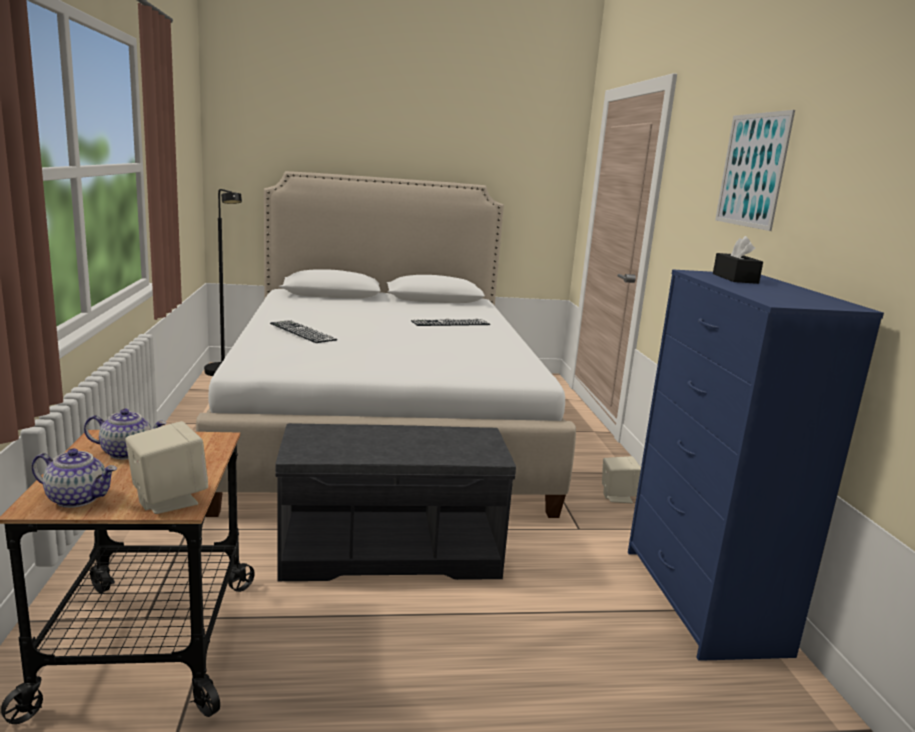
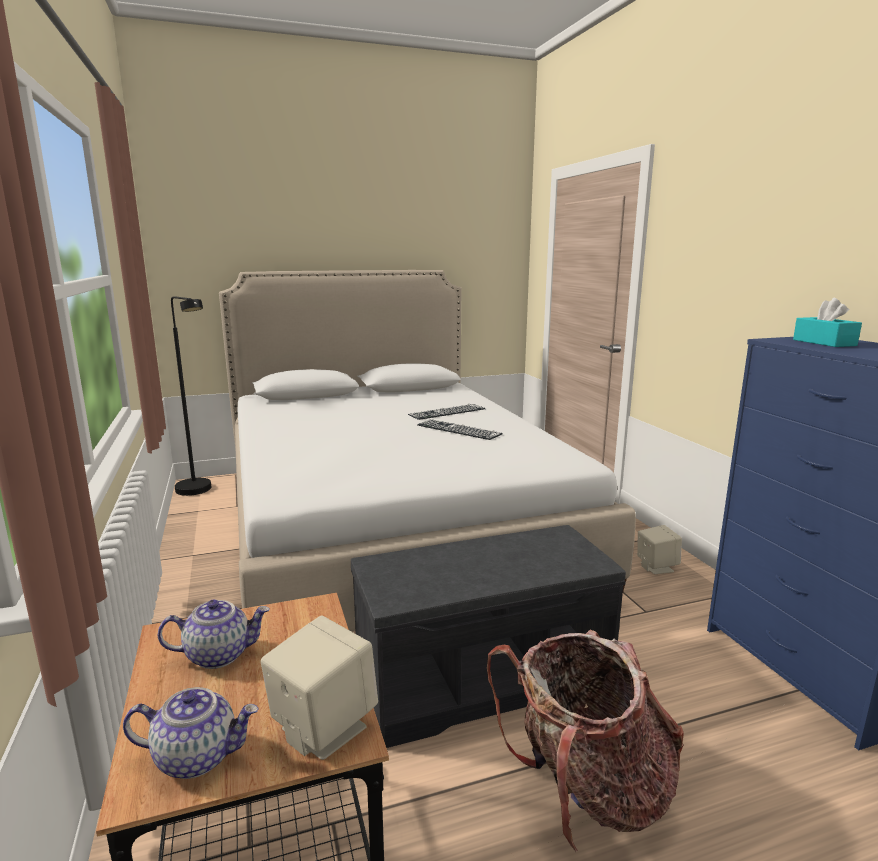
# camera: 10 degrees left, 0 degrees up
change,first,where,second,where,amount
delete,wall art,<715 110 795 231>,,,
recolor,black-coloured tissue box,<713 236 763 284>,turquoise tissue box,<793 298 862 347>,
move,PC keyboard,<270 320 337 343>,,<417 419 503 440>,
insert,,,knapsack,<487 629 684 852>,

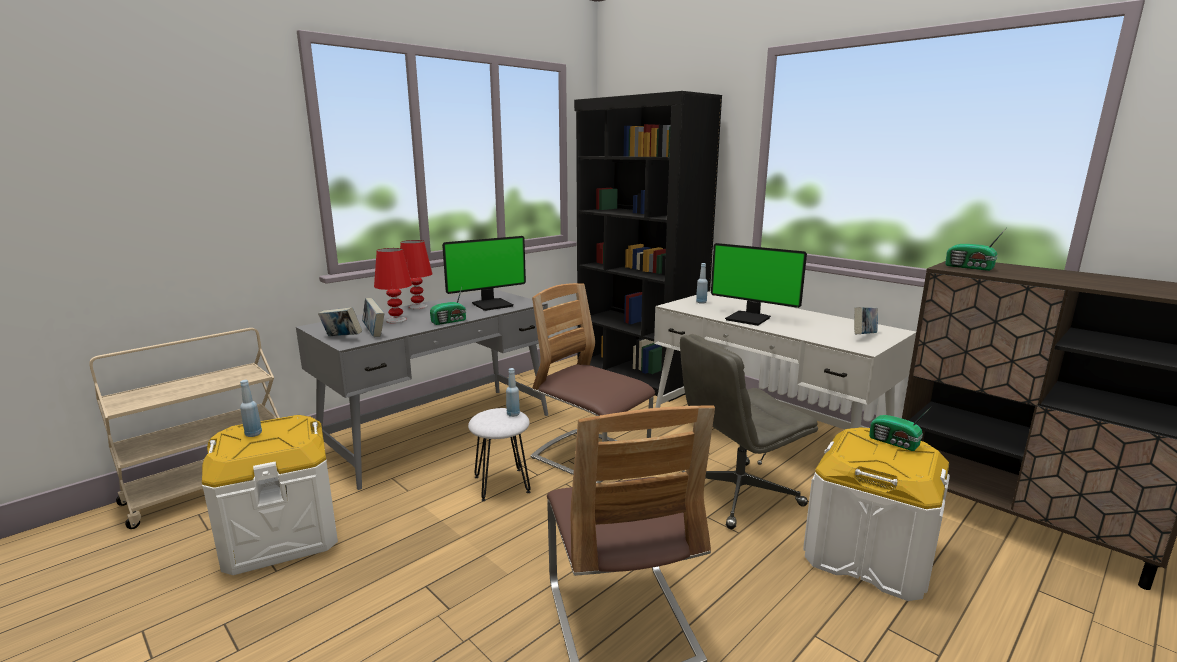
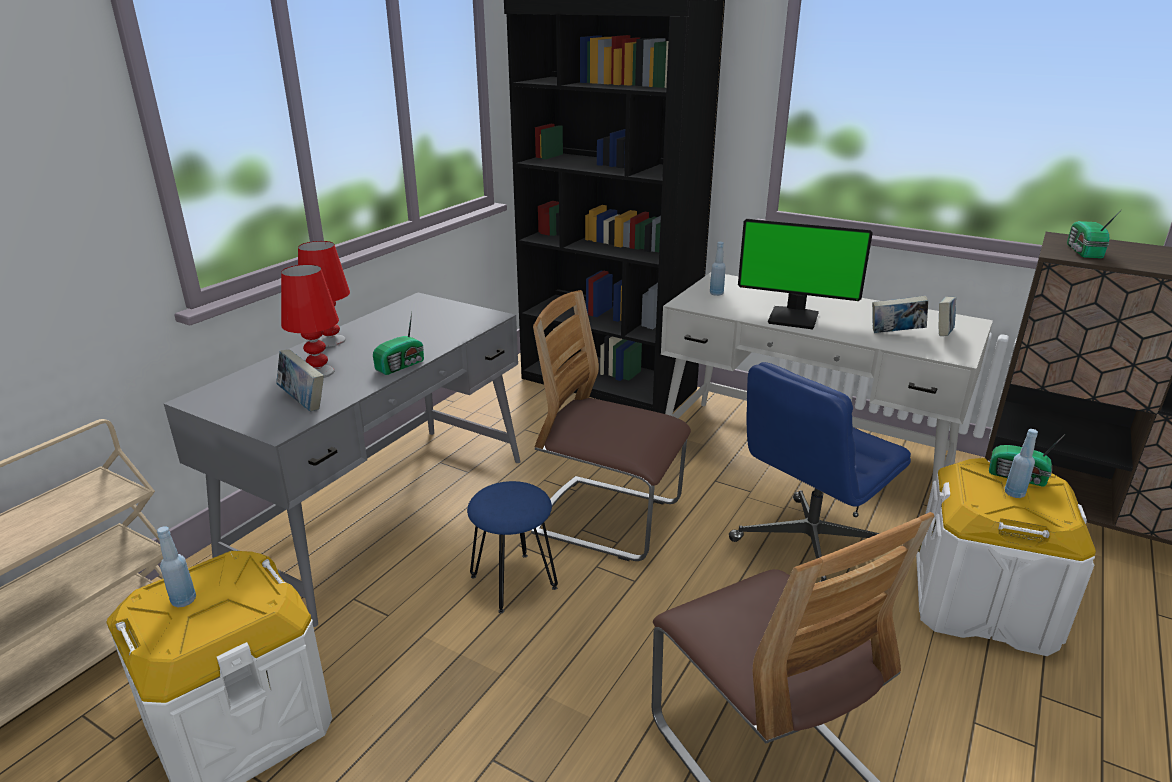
# camera: 15 degrees left, 10 degrees up
change,first,where,second,where,amount
rotate,radio,<945 230 1005 271>,,<1067 210 1121 259>,75 degrees clockwise
delete,computer screen,<442 236 526 311>,,,
move,book,<318 307 362 336>,,<872 296 928 333>,
recolor,greyish desk chair,<680 334 818 529>,bluish desk chair,<729 362 911 582>,
move,bluish bottle,<506 368 520 417>,,<1005 429 1038 498>,
recolor,white stool seat,<468 408 531 501>,bluish stool seat,<467 481 558 613>,

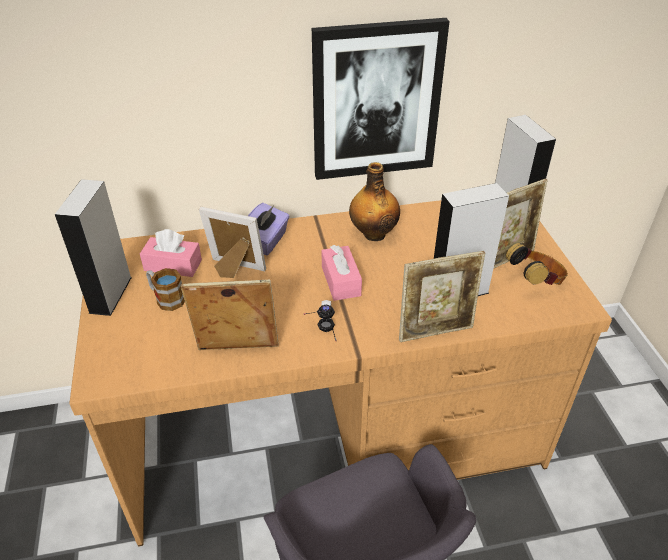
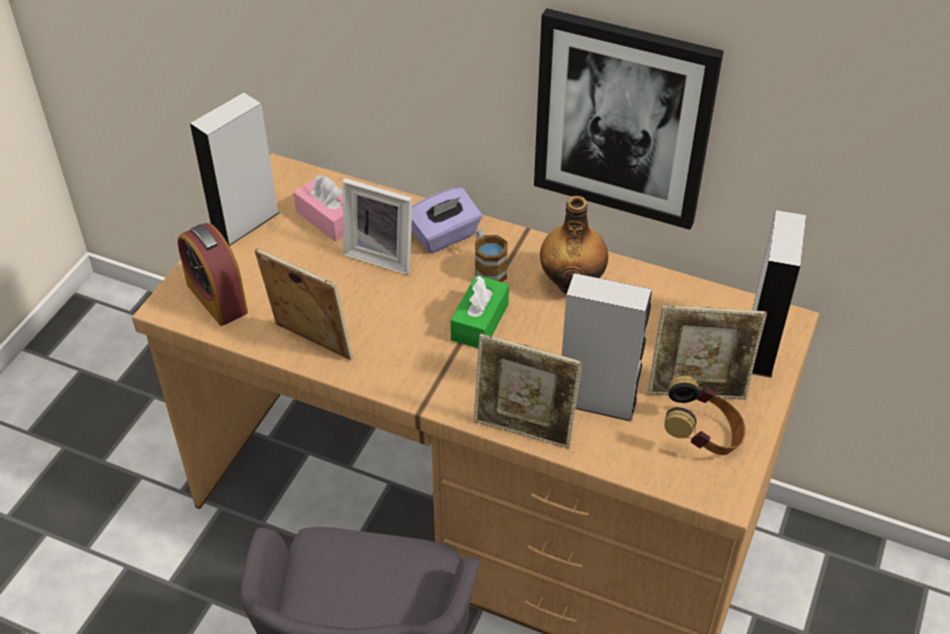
# camera: 35 degrees right, 5 degrees up
change,first,where,second,where,amount
rotate,standing frame,<199 207 266 278>,,<343 178 412 275>,150 degrees clockwise
recolor,pinkish tissue box,<322 245 362 301>,green-coloured tissue box,<450 275 509 348>,
move,tea mug,<146 268 185 311>,,<475 229 508 282>,
delete,pair of headphones,<304 300 336 341>,,,
insert,,,table clock,<178 223 248 326>,

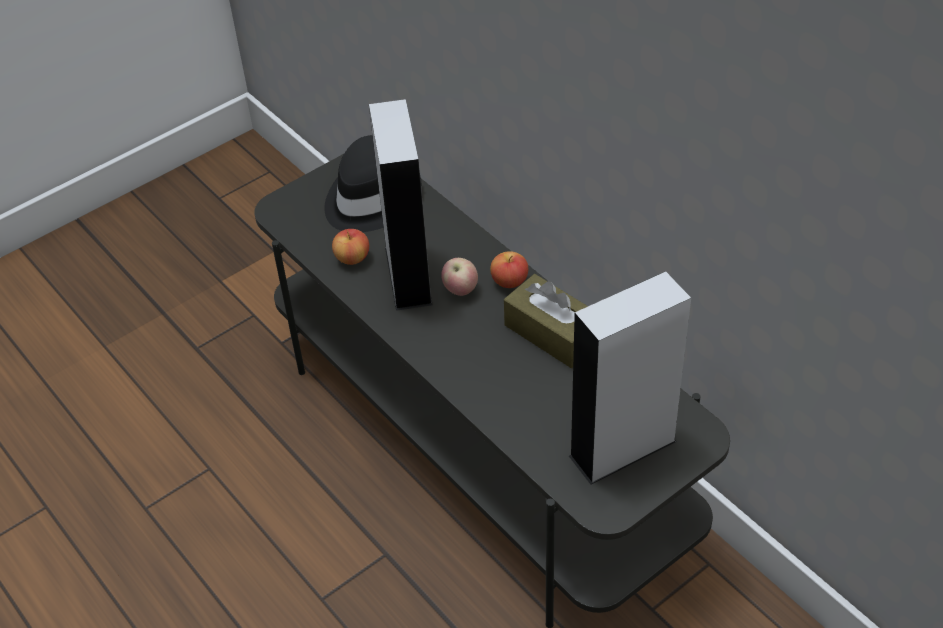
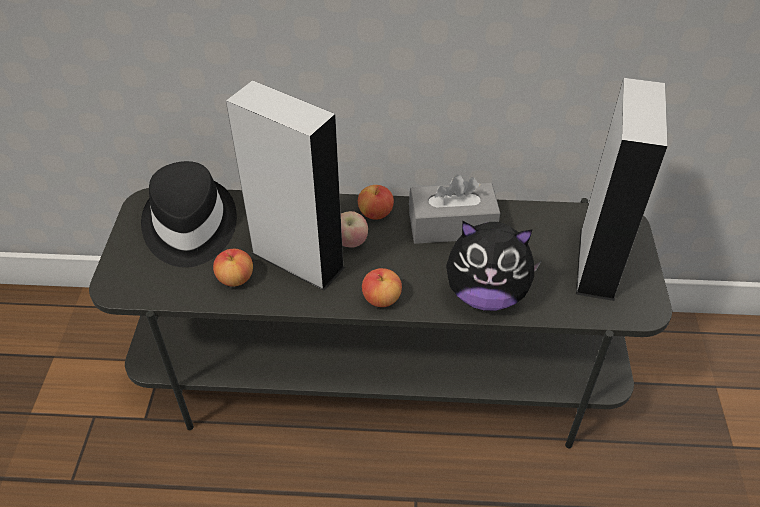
# camera: 50 degrees left, 0 degrees up
change,first,where,second,where,amount
recolor,brown tissue box,<504 274 588 368>,greyish tissue box,<409 175 500 244>,
insert,,,cuddly toy,<446 221 542 311>,
insert,,,apple fruit,<362 268 402 307>,

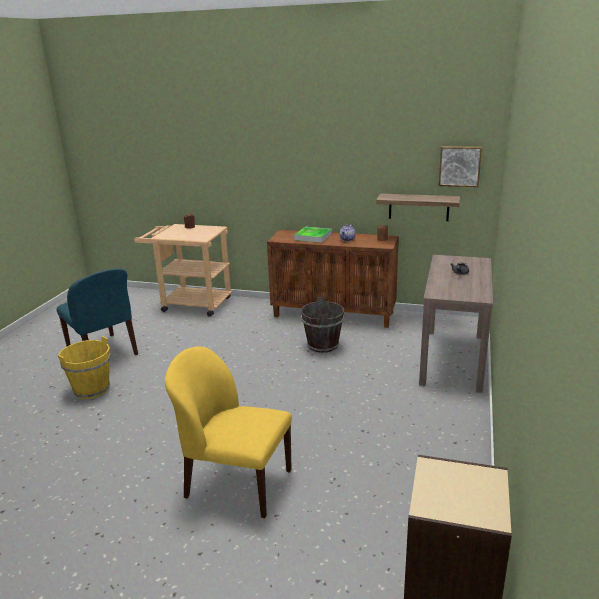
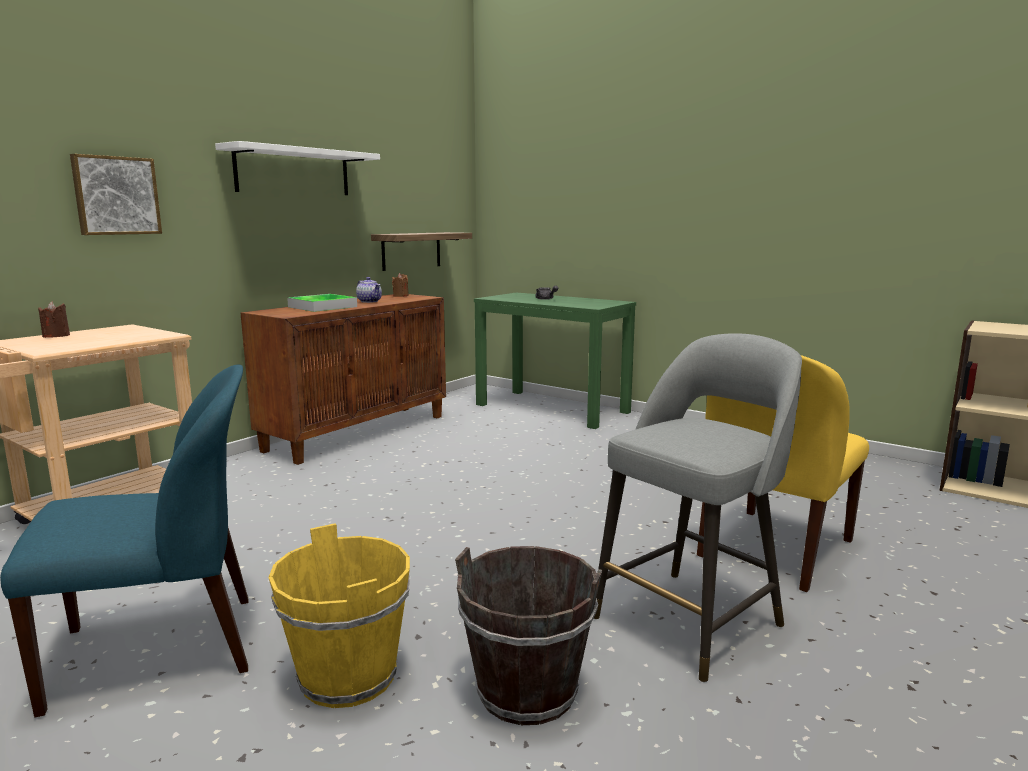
# camera: 70 degrees left, 10 degrees down
change,first,where,second,where,amount
move,wall art,<439 146 482 187>,,<70 154 162 235>,
recolor,brown console table,<419 255 493 393>,green-coloured console table,<474 292 636 429>,
move,brown bucket,<301 297 344 353>,,<455 546 602 725>,
insert,,,white bracket shelf,<215 141 380 195>,
insert,,,greyish stool seat,<594 333 802 682>,

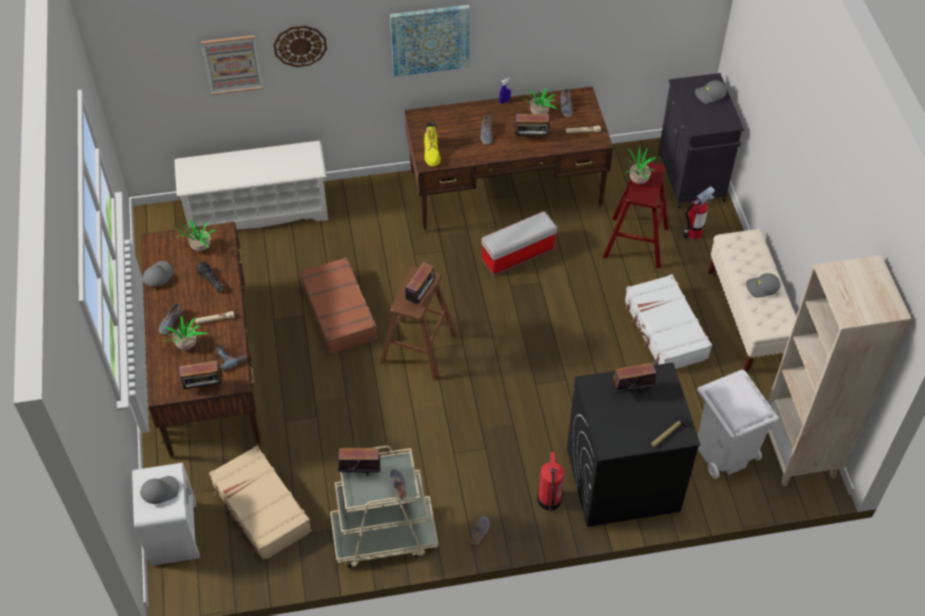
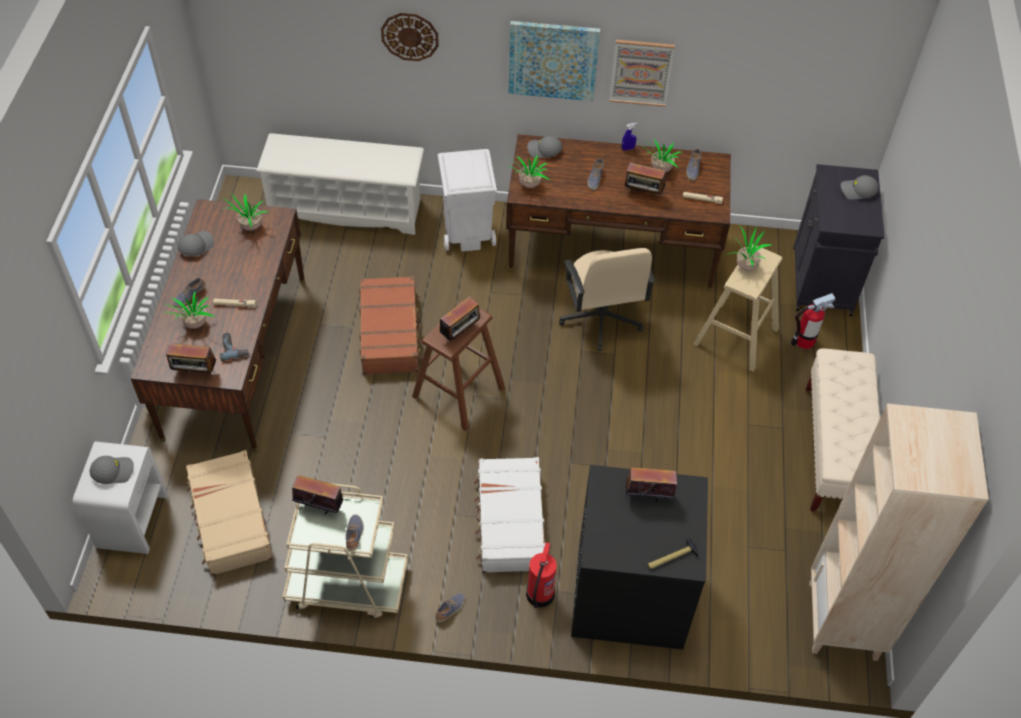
# camera: 15 degrees right, 0 degrees up
change,first,where,second,where,amount
move,wall art,<201 35 263 95>,,<609 39 675 107>,
replace,yellow boot,<424 121 441 167>,plant in a pot,<510 155 550 188>,
recolor,red stool seat,<603 160 669 269>,sand-coloured stool seat,<694 244 783 371>,
replace,storage bin,<481 211 557 275>,sand-coloured desk chair,<559 248 655 351>,
delete,hand torch,<196 261 225 293>,,,
move,greyish peaked cap,<746 273 781 298>,,<527 136 563 158>,
move,white travel case,<624 274 712 369>,,<474 457 545 573>,
move,white trash can,<697 370 779 479>,,<438 149 497 252>,

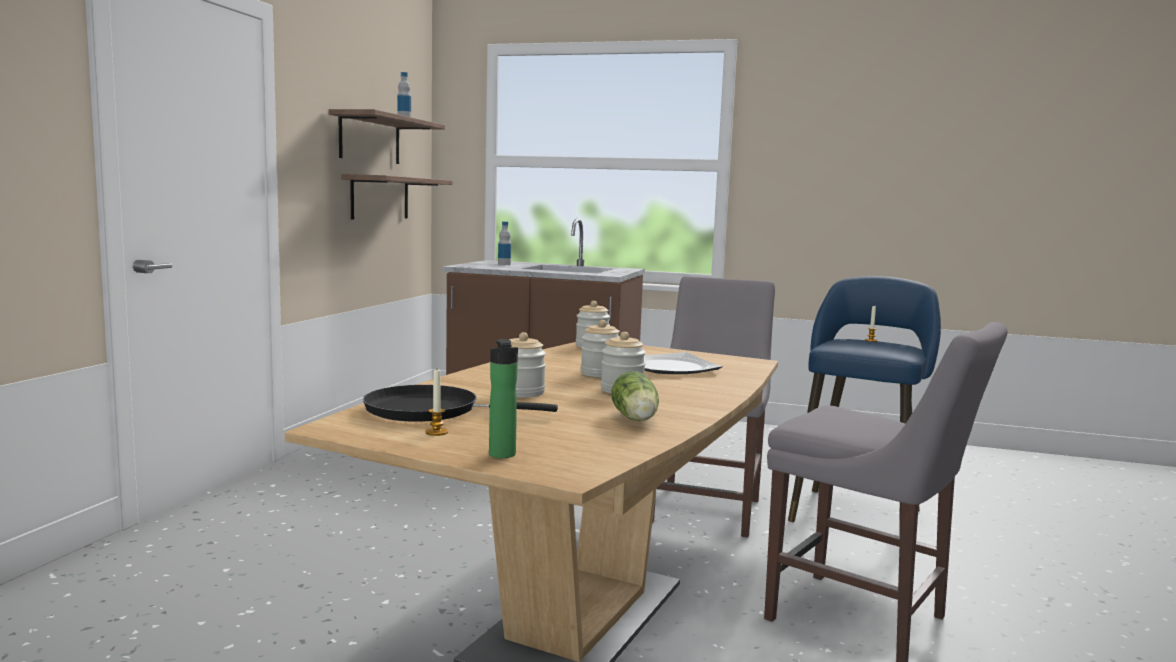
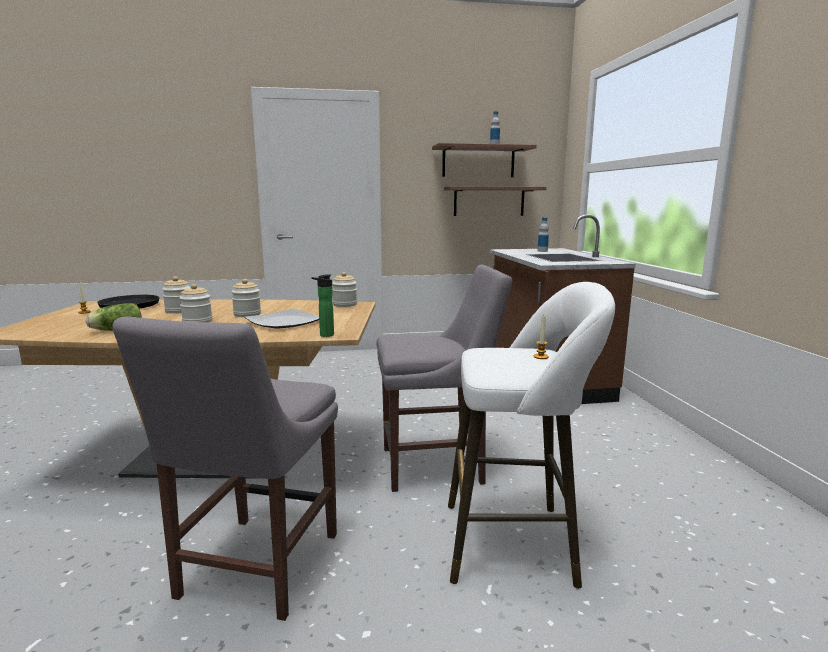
# camera: 65 degrees right, 5 degrees up
change,first,where,second,where,amount
recolor,bluish stool seat,<788 276 941 531>,white stool seat,<448 282 615 588>,
move,bottle,<489 339 518 458>,,<311 274 334 337>,

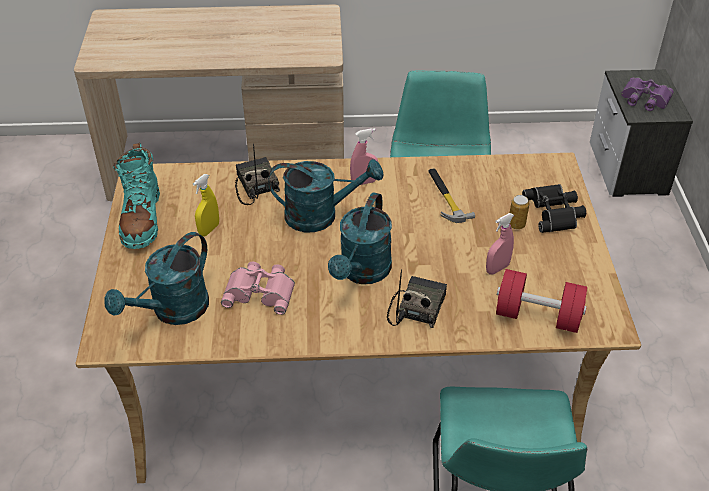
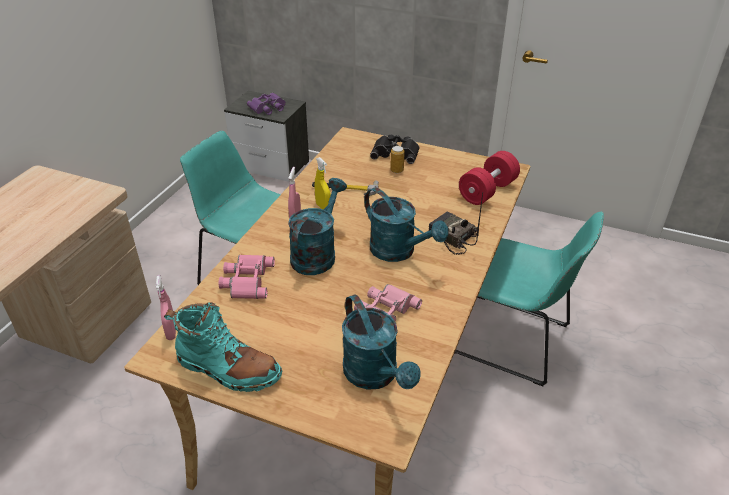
# camera: 65 degrees left, 5 degrees down
change,first,where,second,where,amount
replace,radio,<235 144 280 205>,pinkish pair of binoculars,<218 255 275 299>,
move,yellow sprayer,<193 174 219 237>,,<315 157 331 210>,
move,pinkish sprayer,<486 213 514 275>,,<156 275 176 340>,

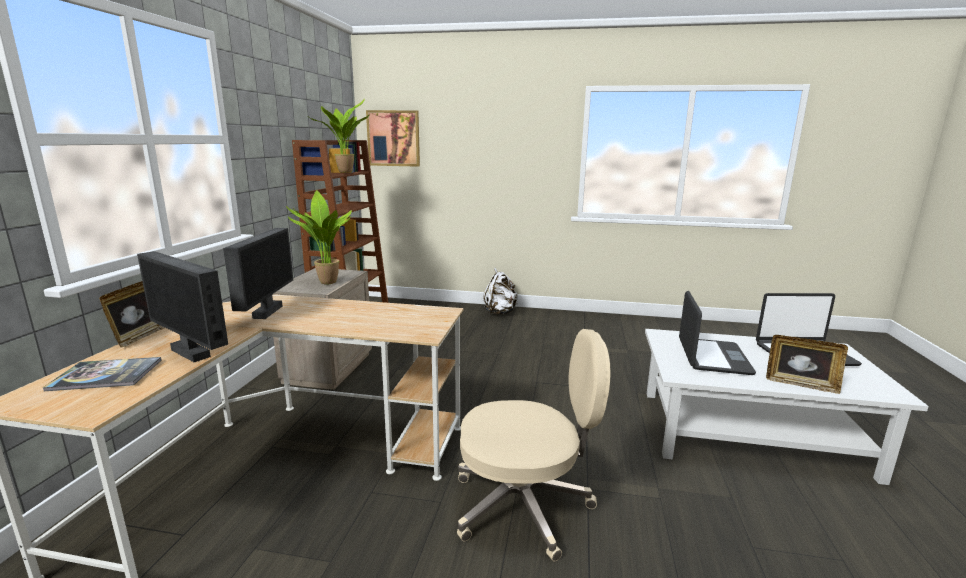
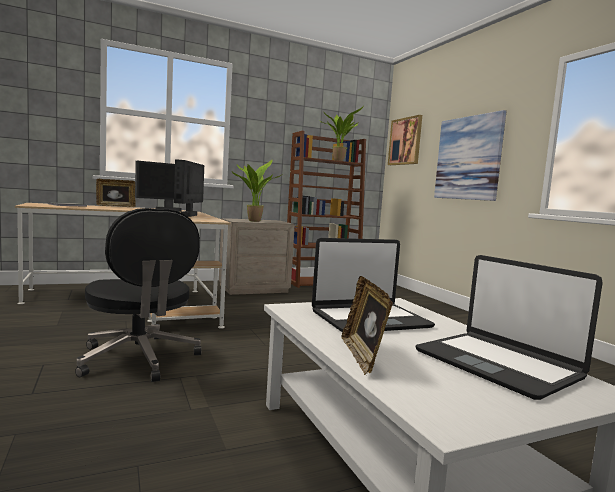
# camera: 55 degrees right, 10 degrees down
change,first,where,second,where,amount
move,computer screen,<137 251 228 362>,,<174 159 204 217>,
delete,white knapsack,<483 268 518 315>,,,
recolor,sand-coloured desk chair,<457 329 611 561>,black-coloured desk chair,<75 208 201 382>,
insert,,,wall art,<434 110 507 201>,

